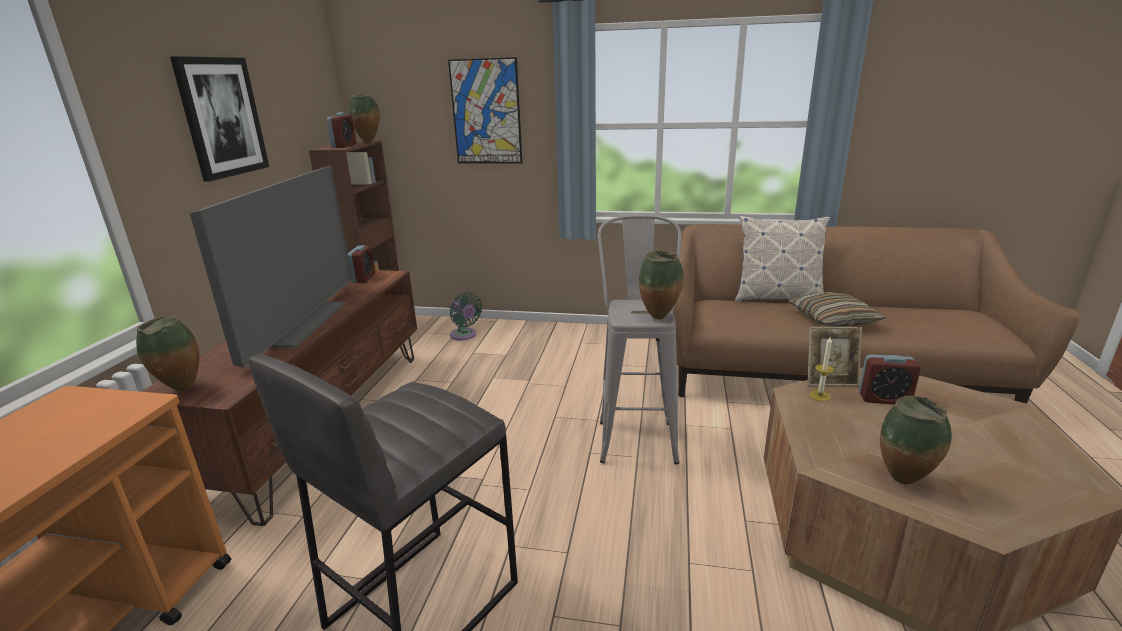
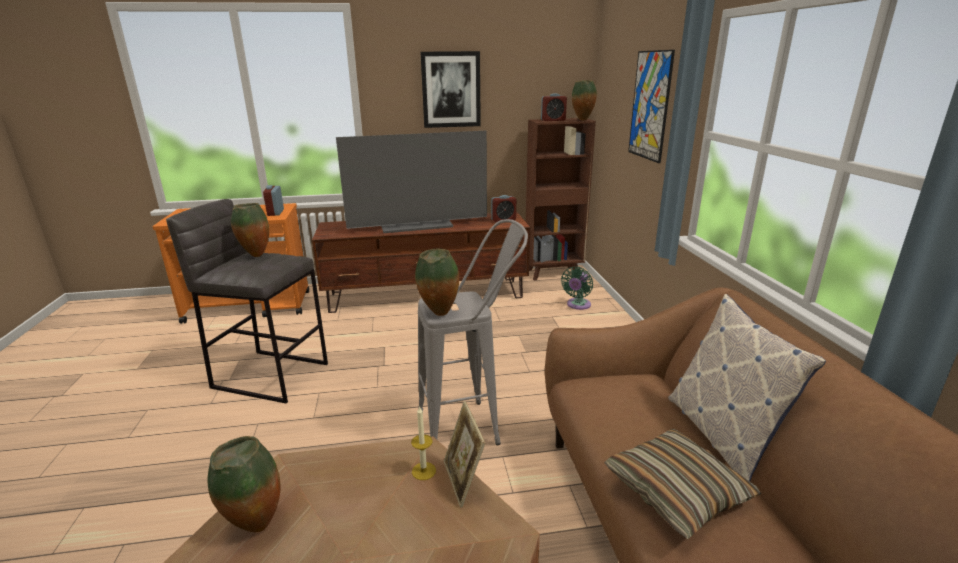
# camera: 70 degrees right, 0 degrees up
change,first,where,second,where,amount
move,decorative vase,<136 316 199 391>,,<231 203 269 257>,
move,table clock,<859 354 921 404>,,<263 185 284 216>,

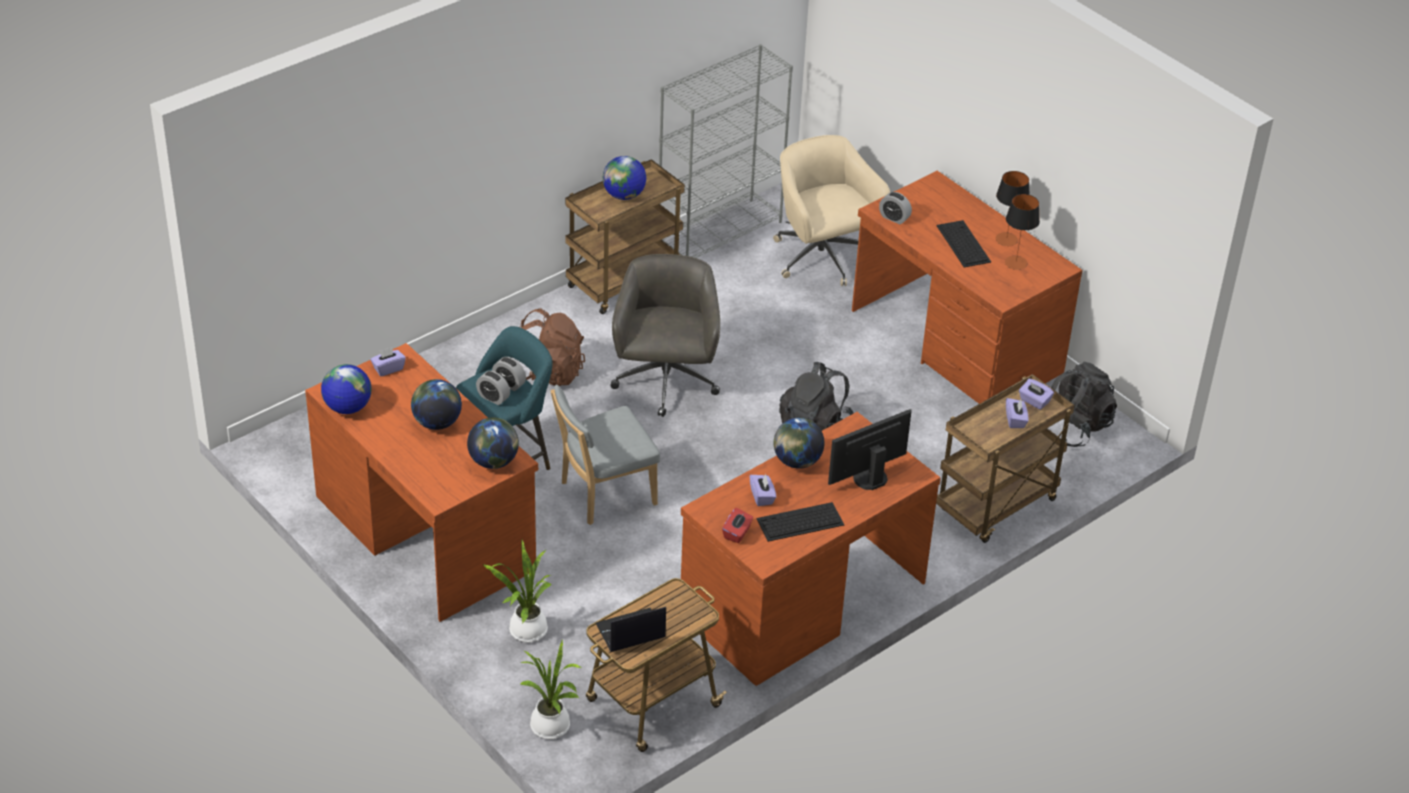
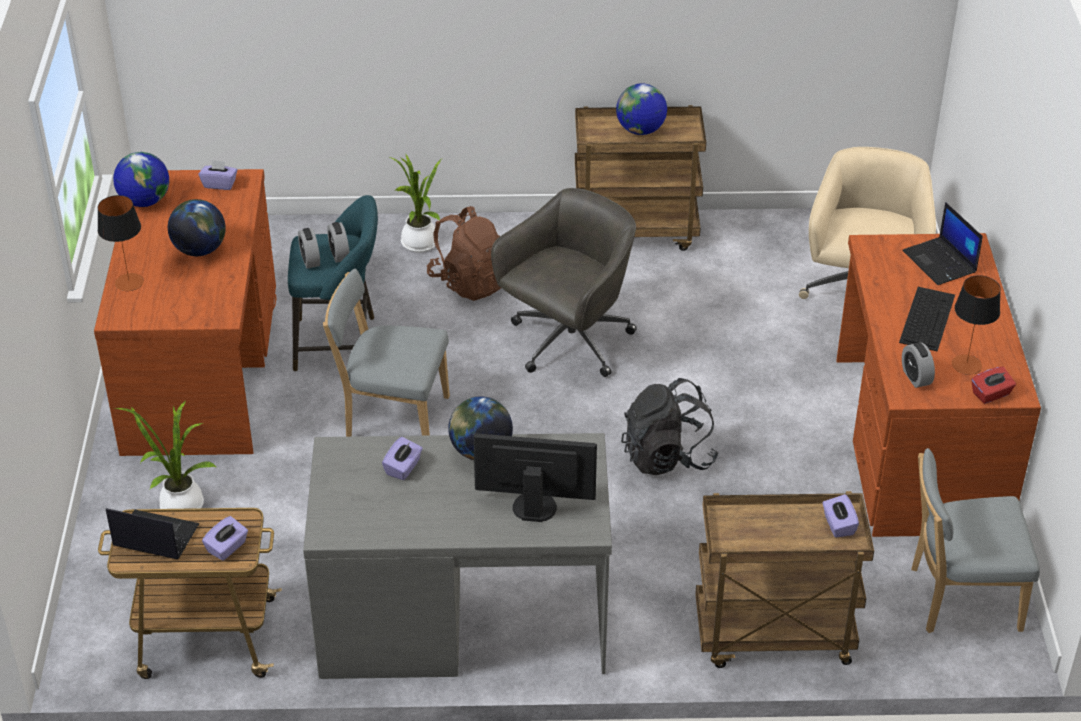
# camera: 40 degrees right, 0 degrees up
change,first,where,second,where,amount
delete,greyish bookshelf,<659 44 793 258>,,,
move,table lamp,<995 171 1029 246>,,<98 195 144 291>,
move,table clock,<879 192 912 224>,,<902 343 935 388>,
replace,black-coloured knapsack,<1051 362 1117 447>,greyish chair,<911 448 1040 633>,
move,purple-coloured tissue box,<1006 398 1029 428>,,<202 516 248 561>,
recolor,brown desk table,<681 412 941 686>,greyish desk table,<303 433 612 679>,
delete,desk globe,<467 418 519 469>,,,
delete,PC keyboard,<757 502 844 542>,,,
move,red tissue box,<722 508 753 543>,,<971 367 1016 404>,
move,plant in a pot,<520 640 582 739>,,<389 155 441 253>,
insert,,,notebook computer,<902 202 983 285>,

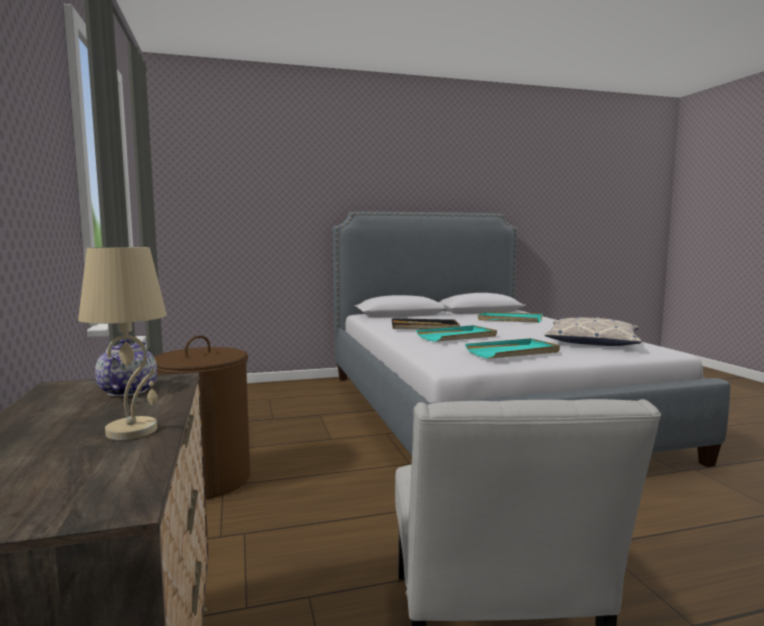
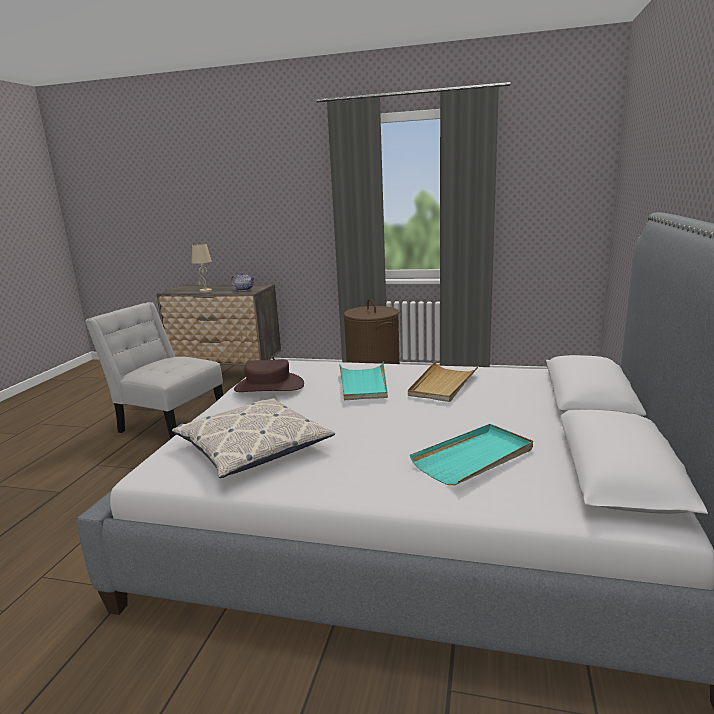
# camera: 120 degrees right, 10 degrees up
change,first,where,second,where,amount
recolor,black-coloured tray,<392 318 460 329>,sand-coloured tray,<408 361 479 402>,
replace,turquoise tray,<465 338 560 359>,brown clothing hat,<234 359 304 392>,

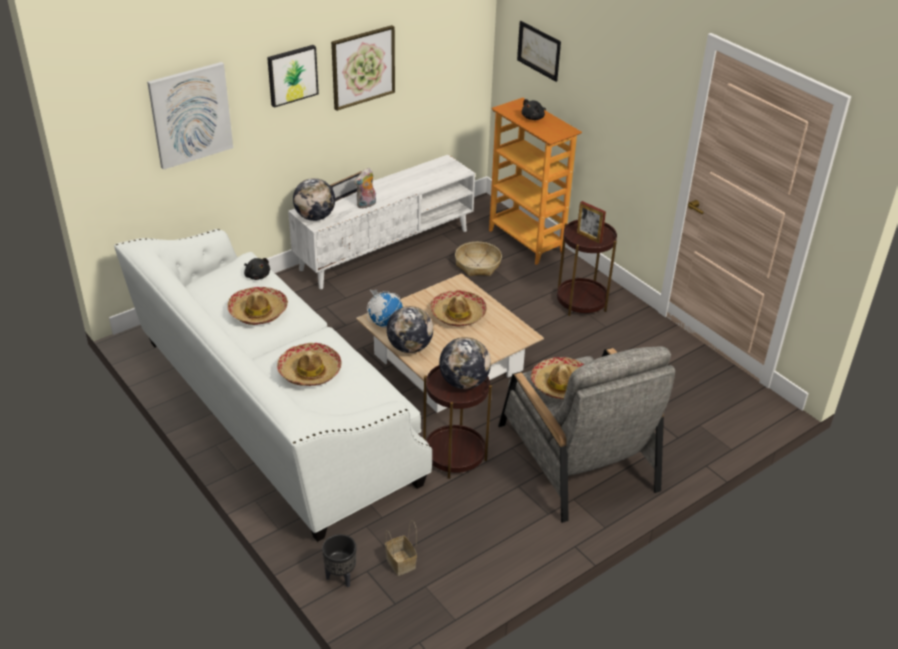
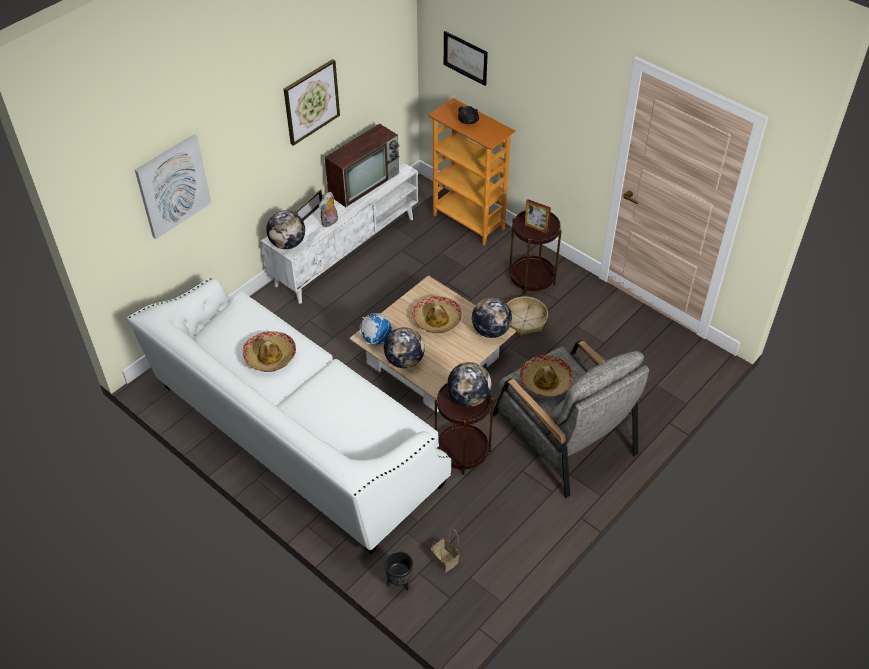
# camera: 10 degrees left, 10 degrees up
change,first,where,second,where,amount
delete,wall art,<267 45 319 108>,,,
move,basket,<455 242 502 276>,,<507 297 548 336>,
delete,black-coloured cuddly toy,<244 258 270 280>,,,
delete,clothing hat,<277 343 342 386>,,,
insert,,,TV,<325 124 400 207>,
insert,,,desk globe,<472 298 512 338>,

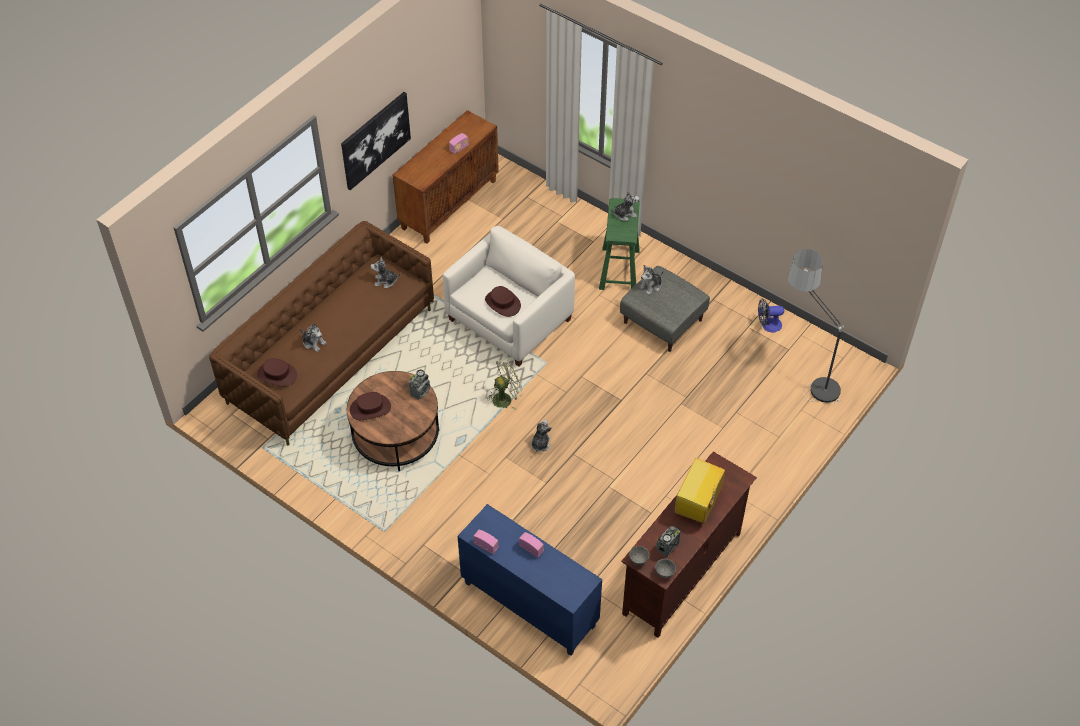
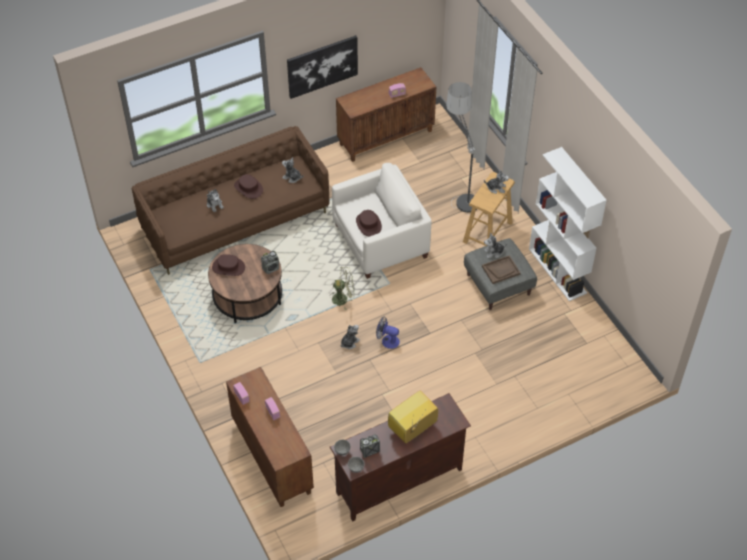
# camera: 25 degrees right, 0 degrees up
change,first,where,second,where,amount
recolor,green-coloured stool seat,<599 198 640 290>,sand-coloured stool seat,<463 172 515 246>,
move,floor lamp,<788 249 844 404>,,<446 82 477 215>,
move,fan,<758 298 784 332>,,<376 316 400 349>,
move,brown clothing hat,<257 358 297 387>,,<234 174 263 199>,
recolor,bluish cupboard,<458 504 602 656>,brown cupboard,<226 367 314 507>,
insert,,,white bookshelf,<529 147 607 301>,
insert,,,brown tray,<482 255 521 284>,

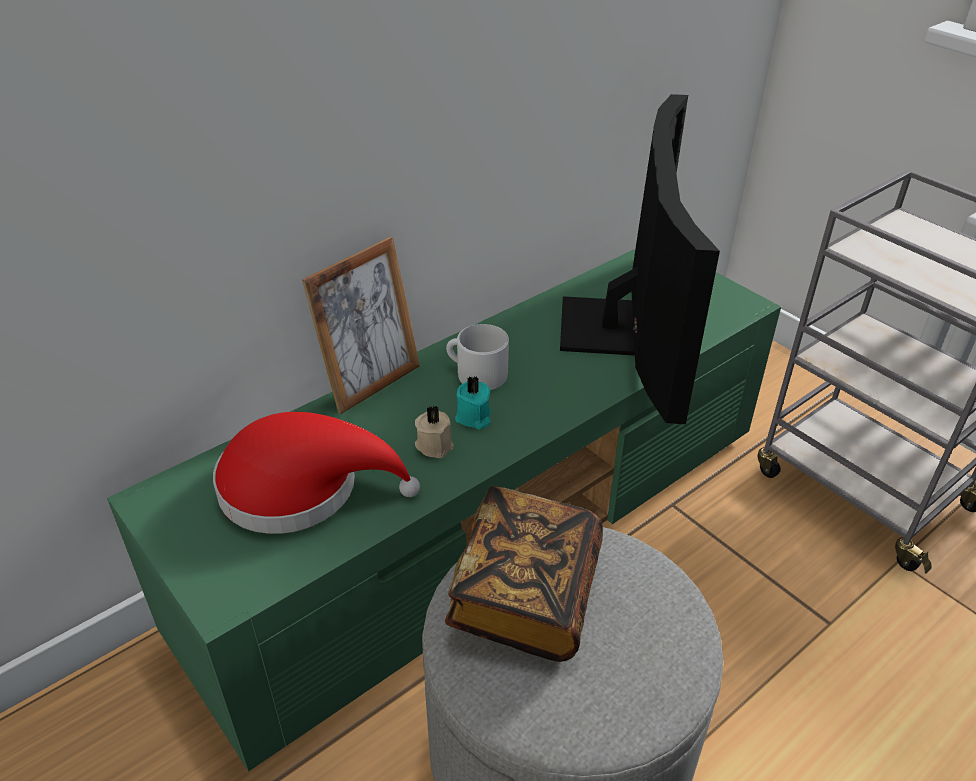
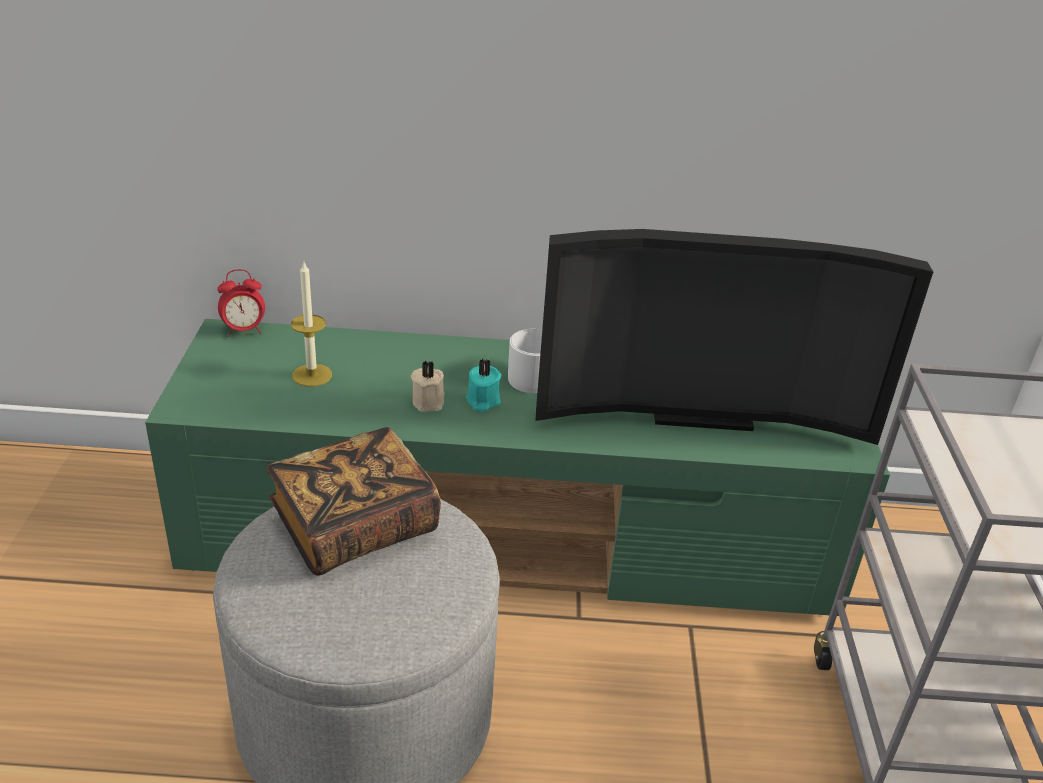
# camera: 40 degrees right, 5 degrees down
change,first,where,second,where,amount
rotate,TV,<560 94 720 424>,,<535 229 933 445>,45 degrees clockwise
delete,standing frame,<302 237 420 414>,,,
replace,red clothing hat,<213 412 420 534>,wax candle,<291 262 332 387>,
insert,,,table clock,<217 269 265 337>,

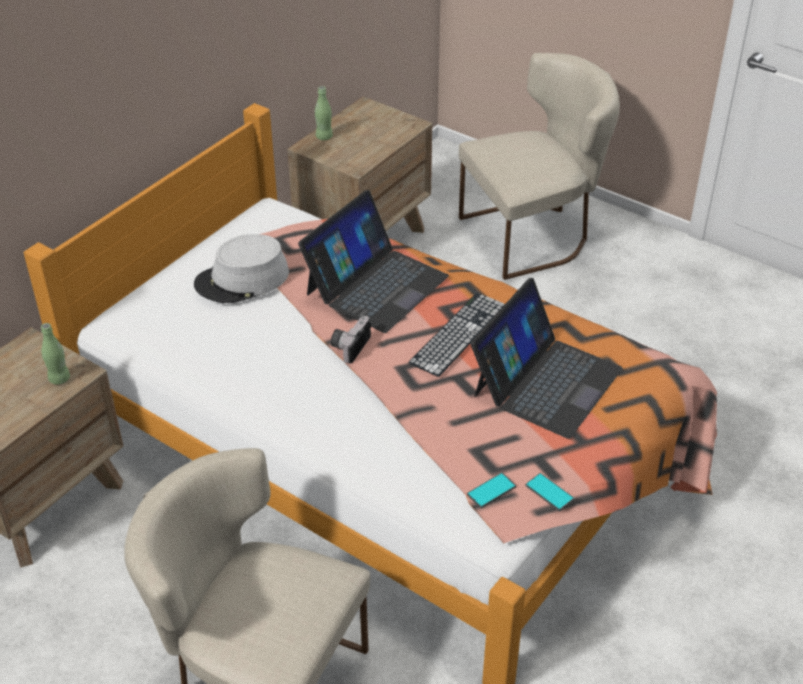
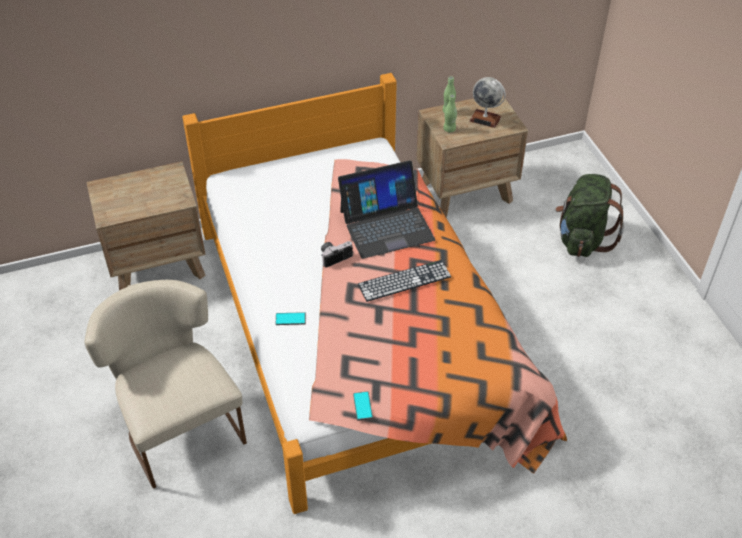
# camera: 35 degrees right, 5 degrees up
change,first,where,second,where,amount
replace,sand-coloured chair,<459 53 620 280>,green-coloured knapsack,<556 174 624 257>,
delete,greyish clothing hat,<194 234 289 303>,,,
delete,notebook computer,<471 278 623 439>,,,
move,green-coloured bottle,<41 323 70 385>,,<443 94 457 132>,
move,handset,<467 472 516 508>,,<276 312 306 325>,
insert,,,desk globe,<469 77 506 128>,

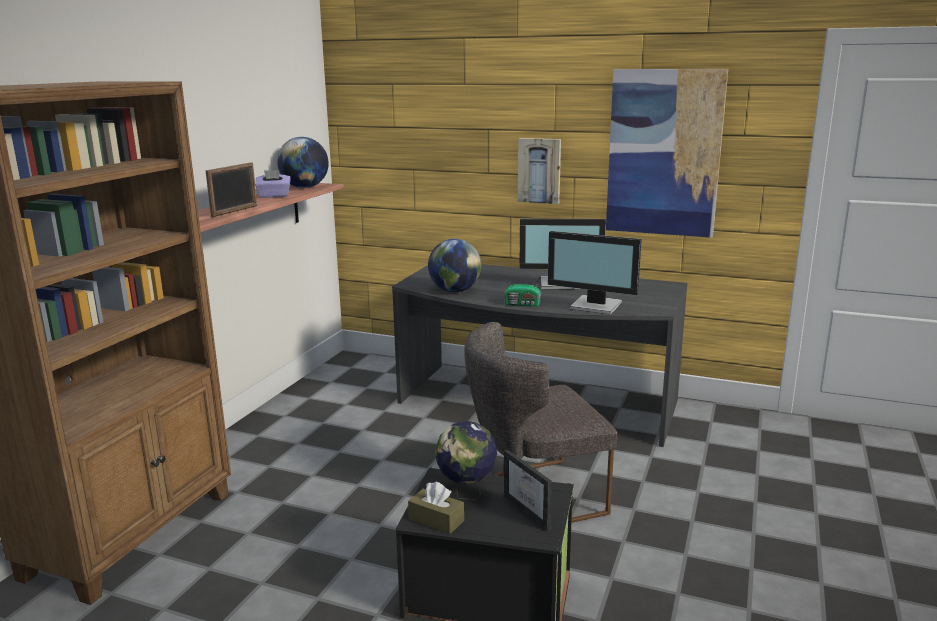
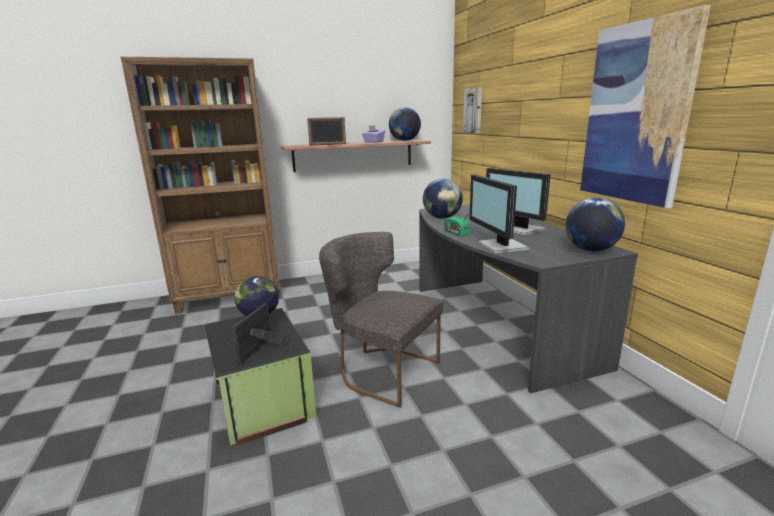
# camera: 50 degrees right, 0 degrees up
change,first,where,second,where,amount
move,wall art,<518 138 561 204>,,<463 87 482 133>,
delete,brown tissue box,<408 482 464 534>,,,
insert,,,desk globe,<565 197 625 251>,

